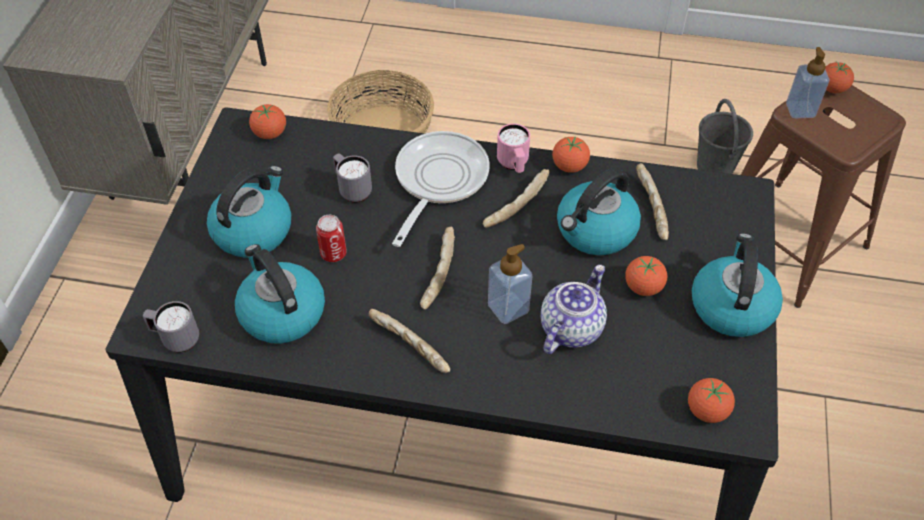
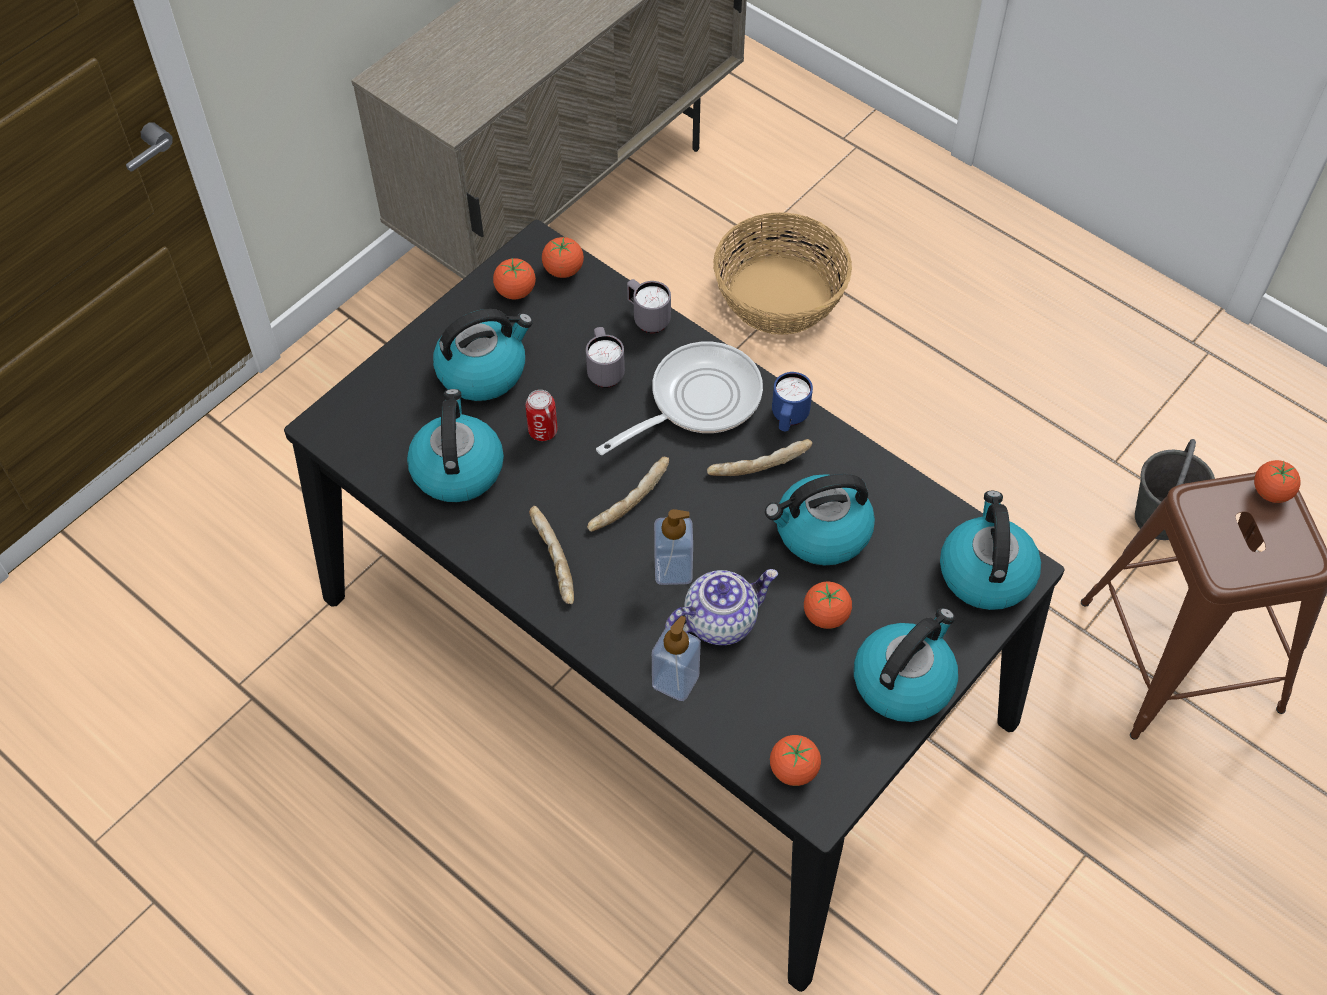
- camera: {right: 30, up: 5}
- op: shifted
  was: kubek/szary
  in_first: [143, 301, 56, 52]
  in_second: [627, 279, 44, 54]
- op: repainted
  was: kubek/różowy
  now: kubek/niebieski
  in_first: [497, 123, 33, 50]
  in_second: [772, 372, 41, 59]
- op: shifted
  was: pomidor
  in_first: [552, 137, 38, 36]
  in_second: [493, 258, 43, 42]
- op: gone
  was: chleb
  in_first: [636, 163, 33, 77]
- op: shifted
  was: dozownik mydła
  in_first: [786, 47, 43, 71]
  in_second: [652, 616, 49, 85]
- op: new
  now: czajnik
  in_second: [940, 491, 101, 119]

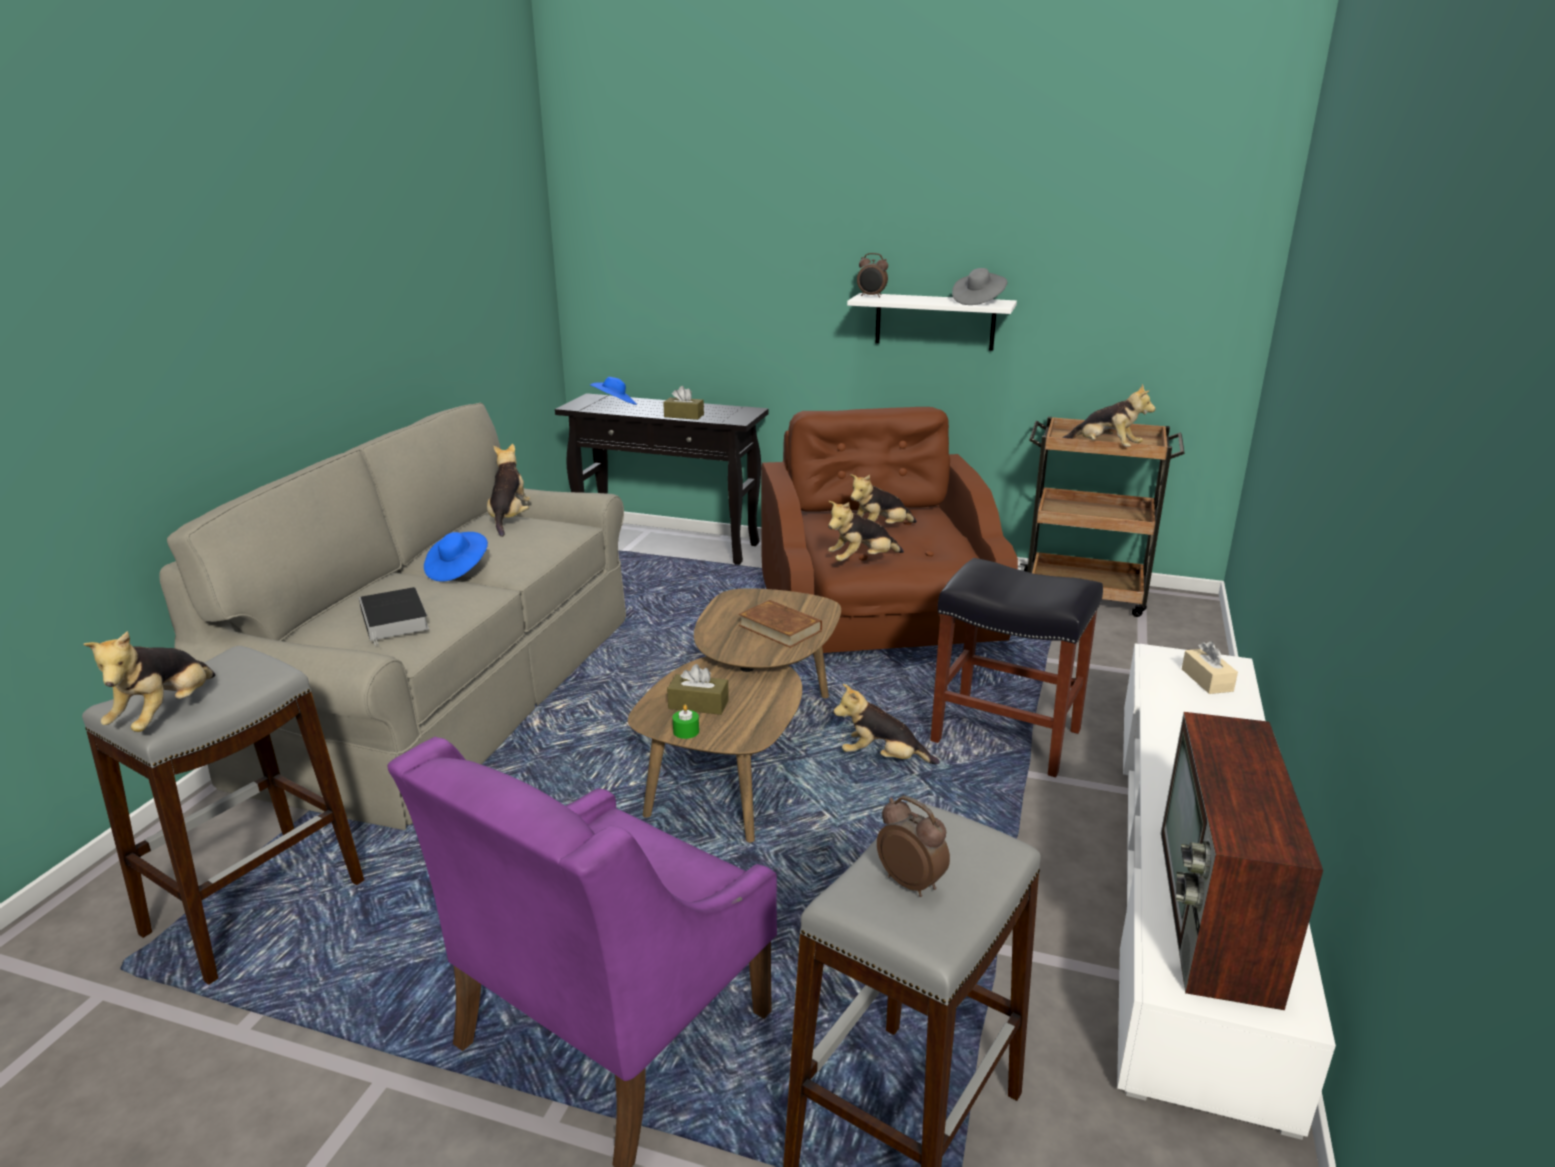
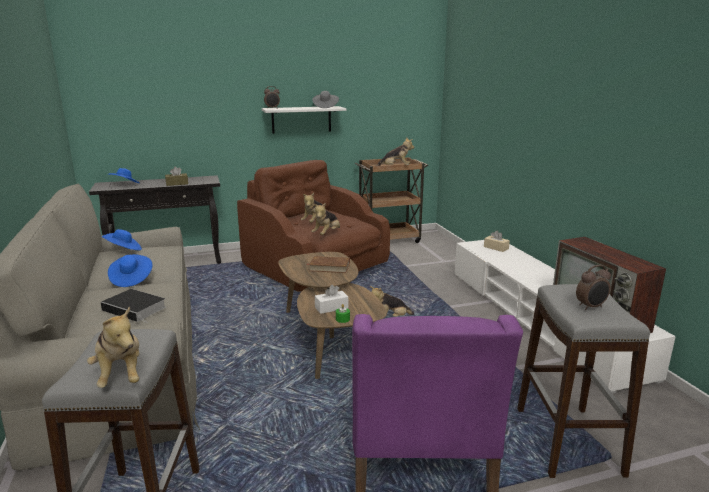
- camera: {right: -35, up: -5}
- op: swapped
  was: pluszak
  now: kapelusz/niebieski
  in_first: [487, 444, 44, 93]
  in_second: [102, 229, 40, 21]
- op: repainted
  was: pudełko chusteczek/brązowy
  now: pudełko chusteczek/biały
  in_first: [667, 664, 62, 51]
  in_second: [315, 285, 33, 29]
- op: rotated
  was: budzik
  in_first: [877, 796, 73, 101]
  in_second: [576, 265, 35, 45]
  clockwise: 150
- op: gone
  was: stołek/czarny
  in_first: [930, 558, 173, 219]

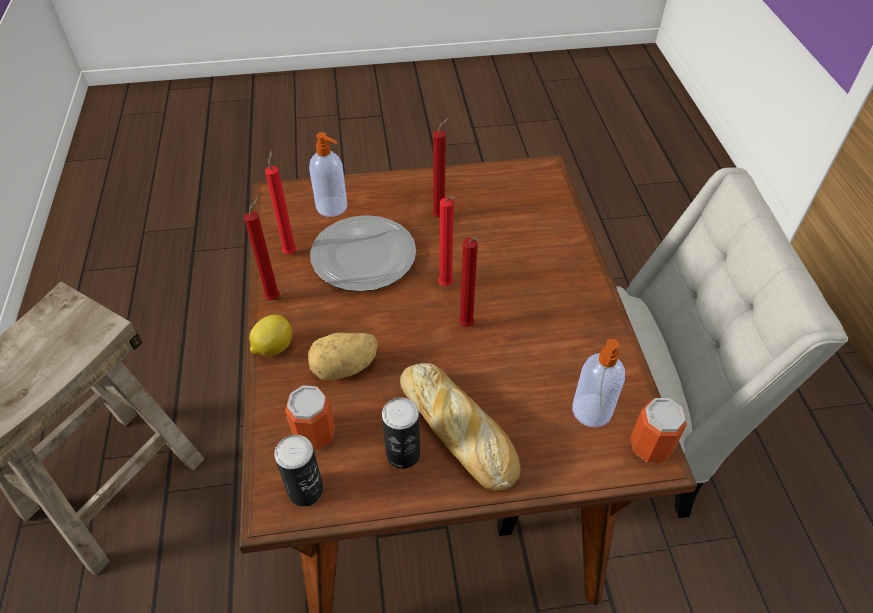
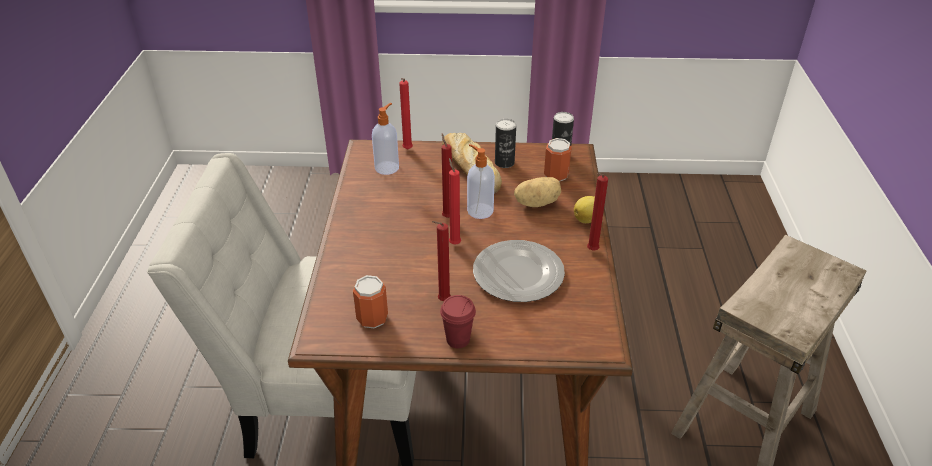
- camera: {right: -170, up: -10}
- op: shifted
  was: świeca/czerwony
  in_first: [265, 150, 32, 104]
  in_second: [399, 78, 14, 71]
- op: shifted
  was: dozownik mydła
  in_first: [309, 132, 38, 85]
  in_second: [467, 144, 28, 75]
- op: shifted
  was: puszka
  in_first: [630, 398, 57, 64]
  in_second: [353, 275, 35, 54]
- op: new
  now: filiżanka/czerwony
  in_second: [440, 295, 36, 53]

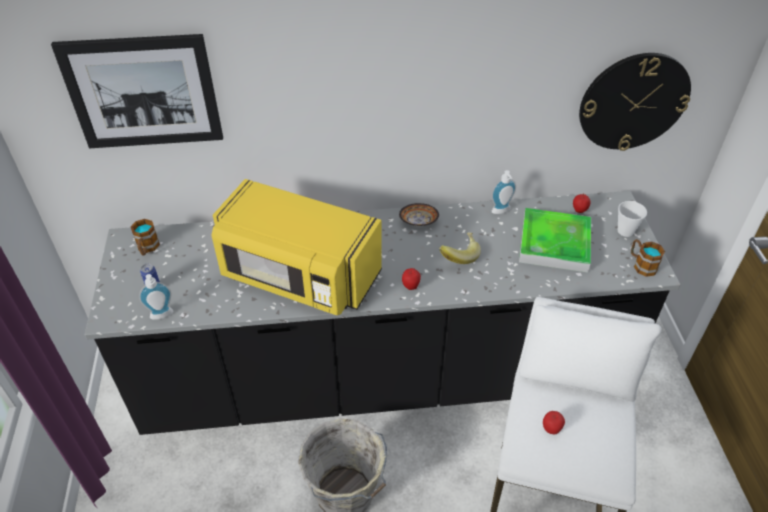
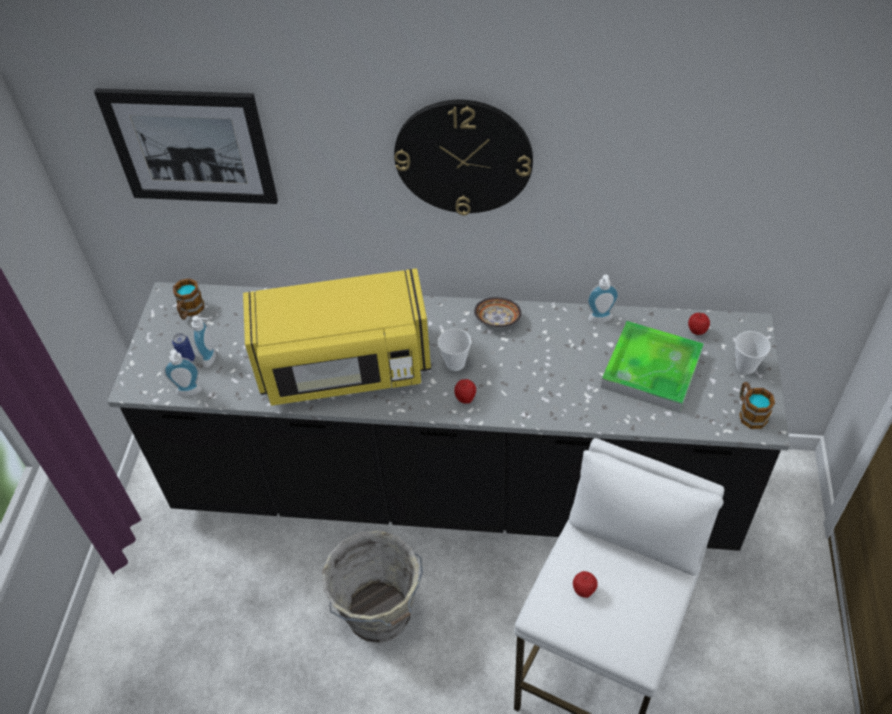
- camera: {right: 15, up: 5}
- op: rotated
  was: mikrofalówka/żółty
  in_first: [211, 179, 171, 136]
  in_second: [243, 268, 188, 138]
  clockwise: -45
- op: gone
  was: banan
  in_first: [439, 232, 42, 32]
- op: shifted
  was: zegar ścienny
  in_first: [579, 53, 112, 98]
  in_second: [394, 100, 139, 115]
- op: new
  now: dozownik mydła
  in_second: [191, 316, 25, 52]
- op: new
  now: filiżanka
  in_second: [437, 329, 34, 42]

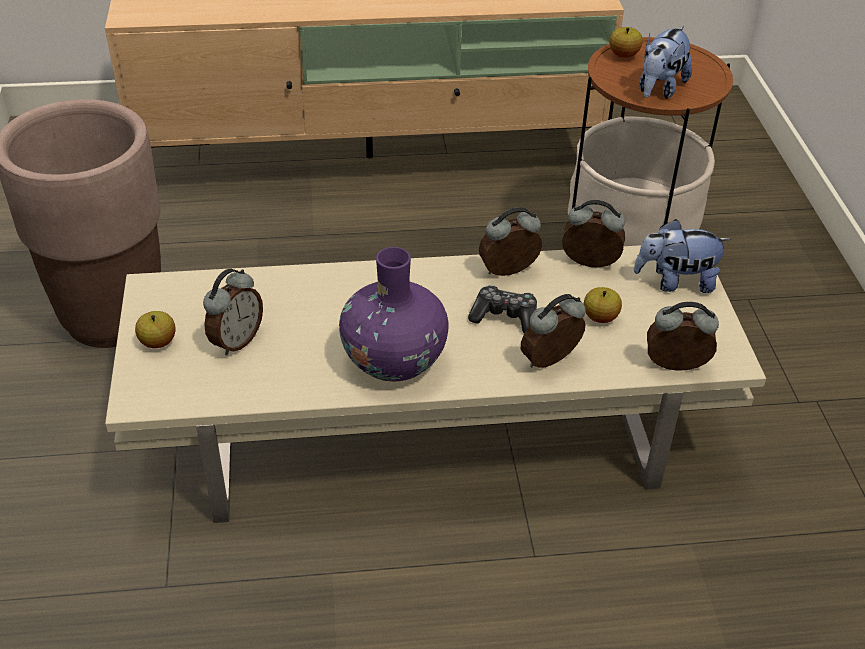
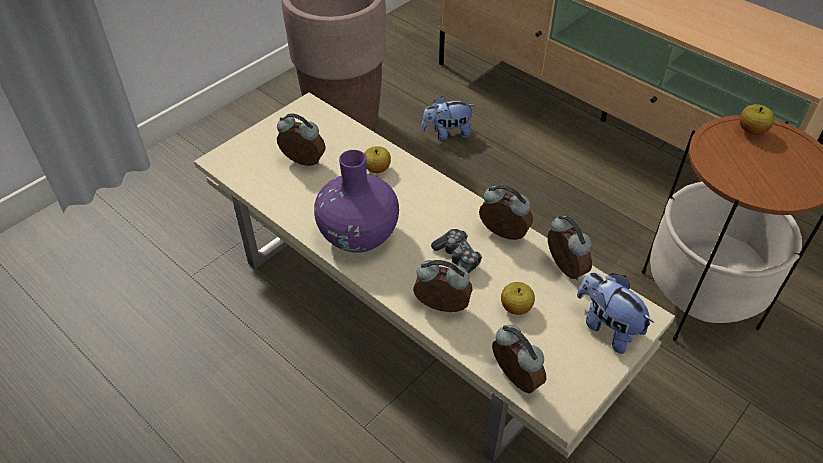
- camera: {right: 50, up: 5}
- op: shifted
  was: jabłko
  in_first: [135, 311, 41, 37]
  in_second: [364, 146, 27, 27]
- op: rotated
  was: budzik
  in_first: [203, 269, 60, 86]
  in_second: [277, 113, 48, 53]
  clockwise: -150
- op: shifted
  was: pluszak
  in_first: [640, 26, 52, 73]
  in_second: [421, 96, 54, 44]

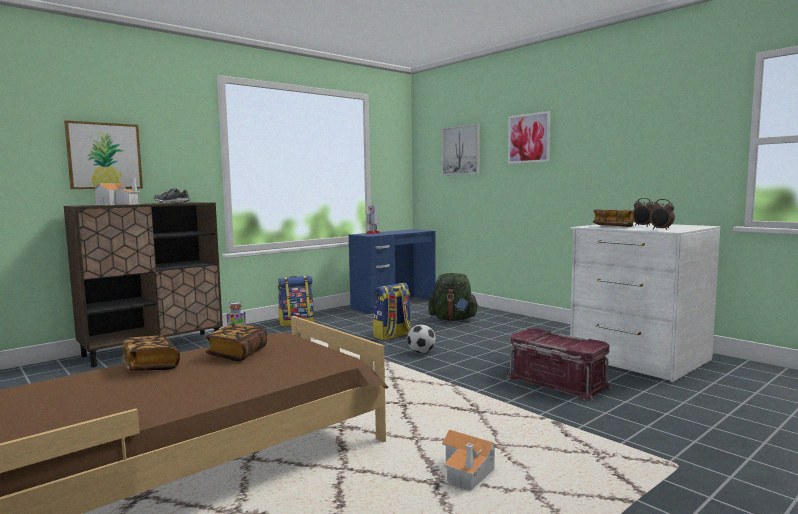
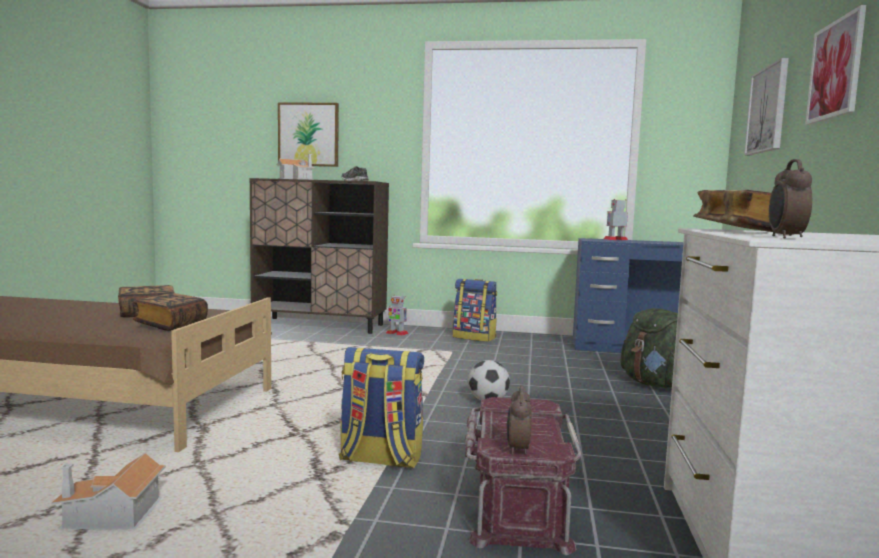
- camera: {right: 50, up: 0}
- op: shifted
  was: książka
  in_first: [122, 336, 58, 35]
  in_second: [133, 293, 75, 38]
- op: shifted
  was: plecak
  in_first: [373, 283, 38, 57]
  in_second: [339, 347, 85, 121]
- op: shifted
  was: budzik
  in_first: [633, 198, 20, 29]
  in_second: [507, 385, 25, 70]

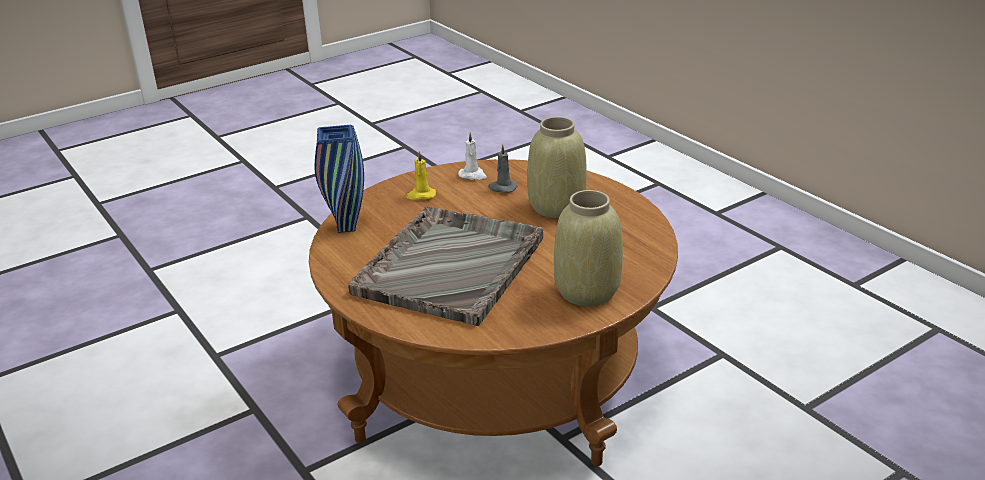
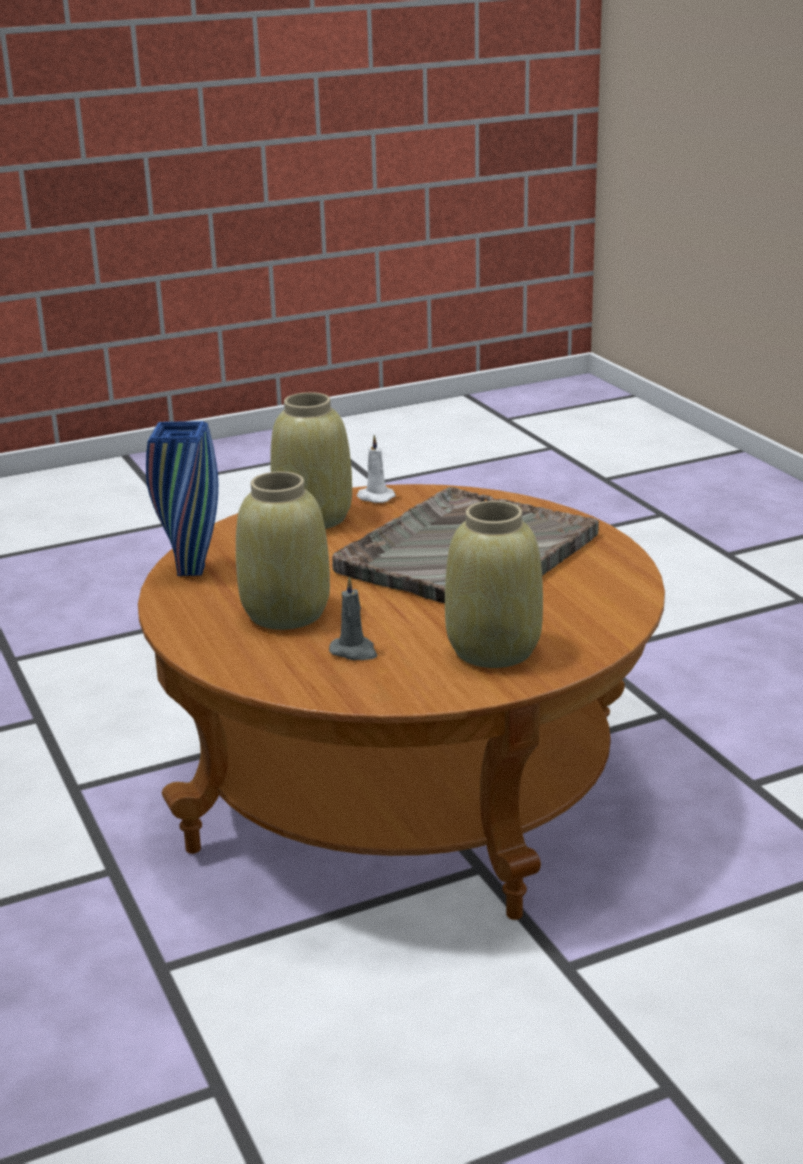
- camera: {right: -170, up: -5}
- op: shifted
  was: wazon/niebieski
  in_first: [315, 125, 49, 108]
  in_second: [146, 421, 72, 155]
- op: swapped
  was: świeca/żółty
  now: wazon/beżowy
  in_first: [406, 151, 30, 49]
  in_second: [445, 501, 98, 167]
- op: shifted
  was: świeca/biały
  in_first: [458, 132, 29, 48]
  in_second: [357, 435, 38, 68]

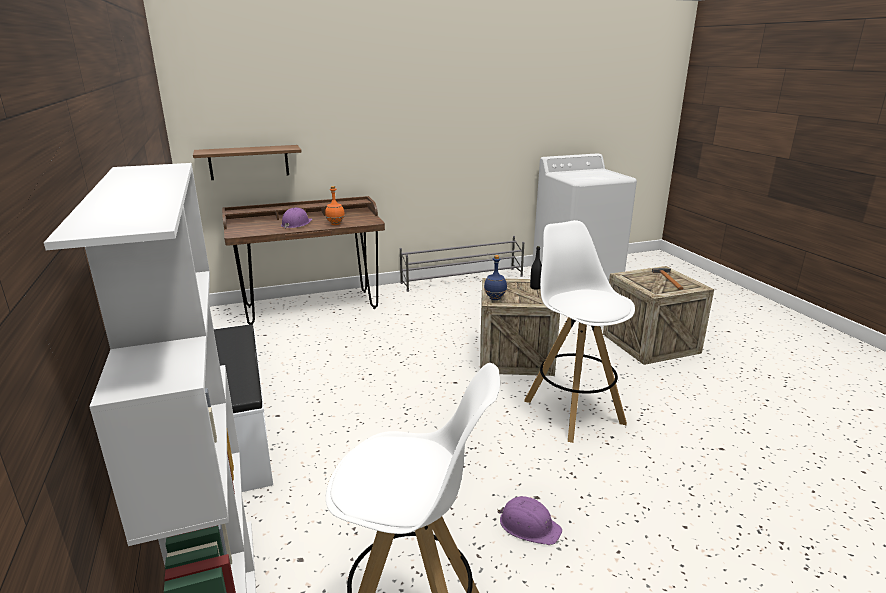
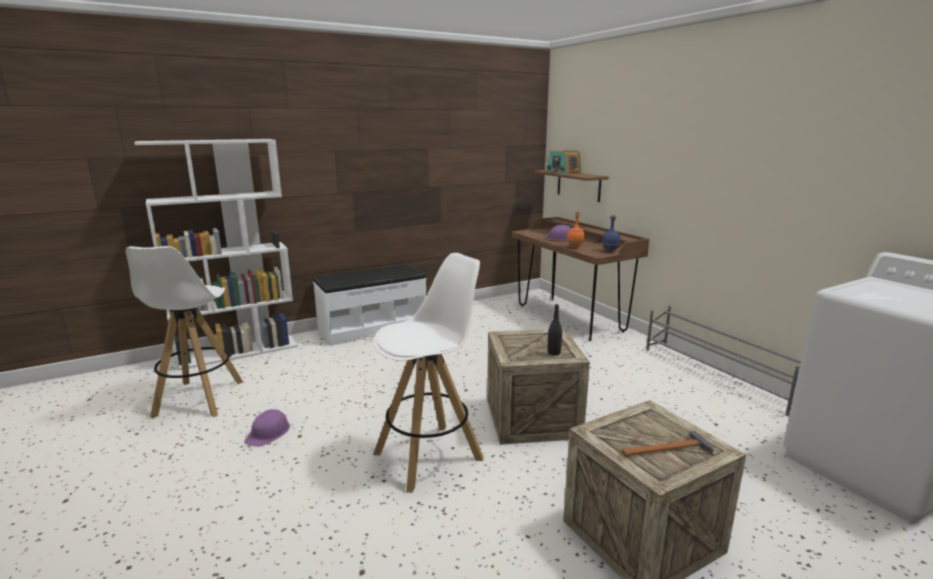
- camera: {right: 80, up: -5}
- op: shifted
  was: butelka/niebieski
  in_first: [484, 255, 23, 45]
  in_second: [602, 215, 18, 37]
- op: new
  now: radio
  in_second: [546, 150, 36, 24]

